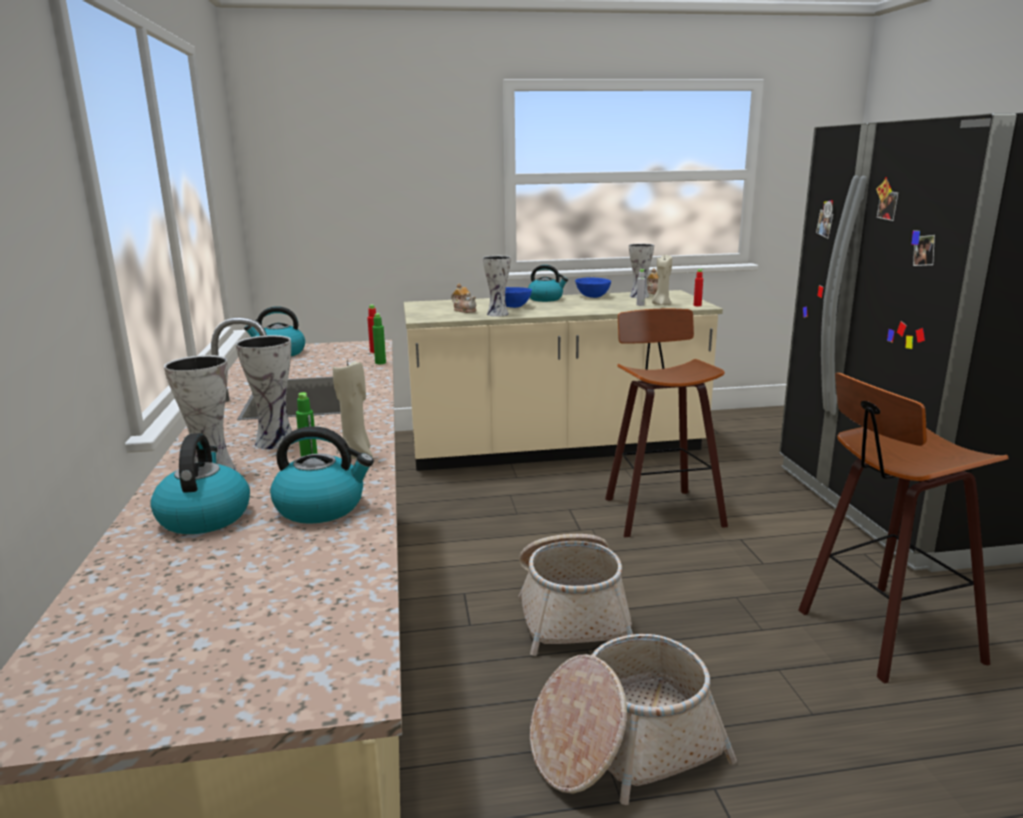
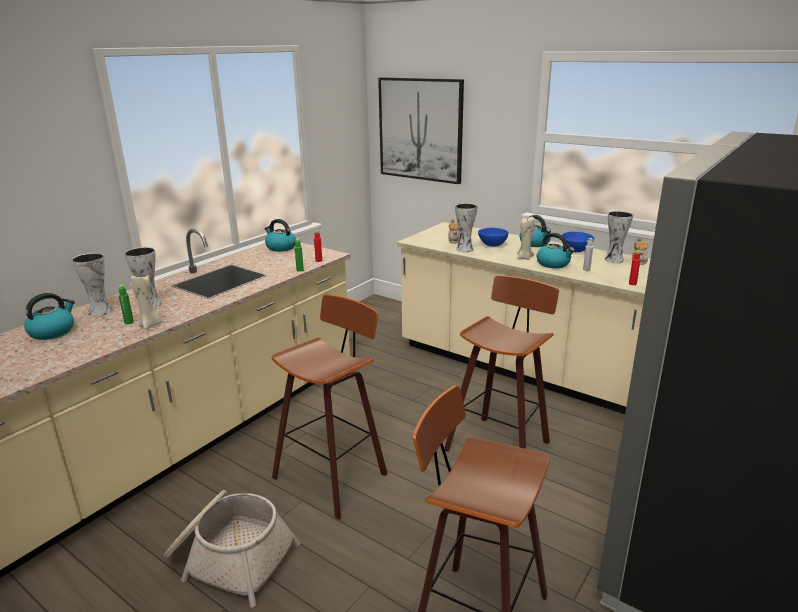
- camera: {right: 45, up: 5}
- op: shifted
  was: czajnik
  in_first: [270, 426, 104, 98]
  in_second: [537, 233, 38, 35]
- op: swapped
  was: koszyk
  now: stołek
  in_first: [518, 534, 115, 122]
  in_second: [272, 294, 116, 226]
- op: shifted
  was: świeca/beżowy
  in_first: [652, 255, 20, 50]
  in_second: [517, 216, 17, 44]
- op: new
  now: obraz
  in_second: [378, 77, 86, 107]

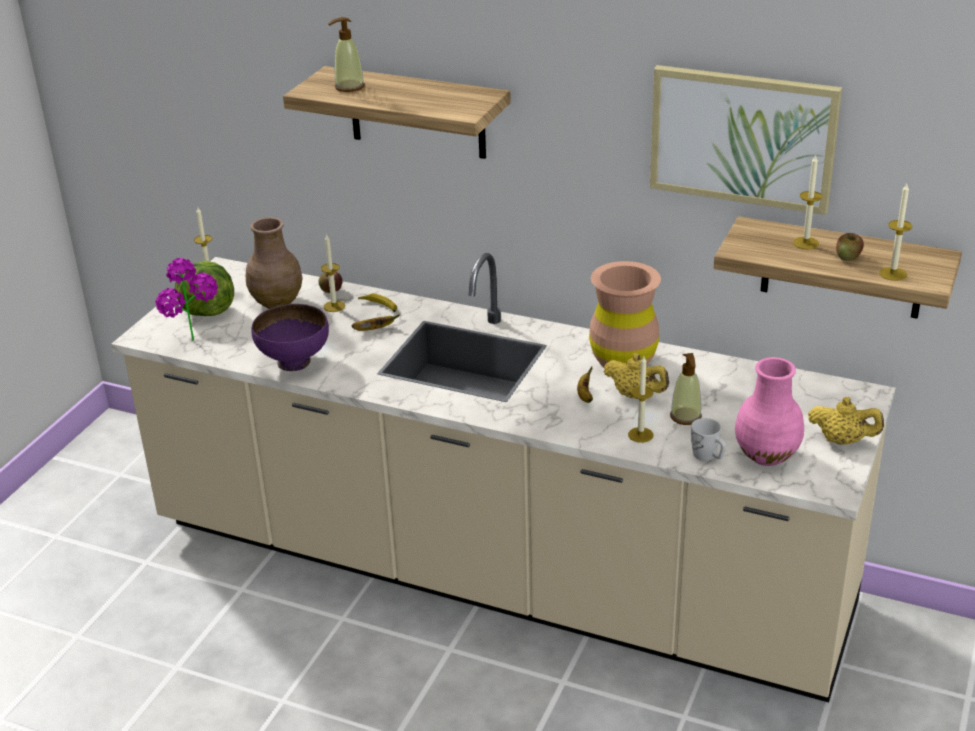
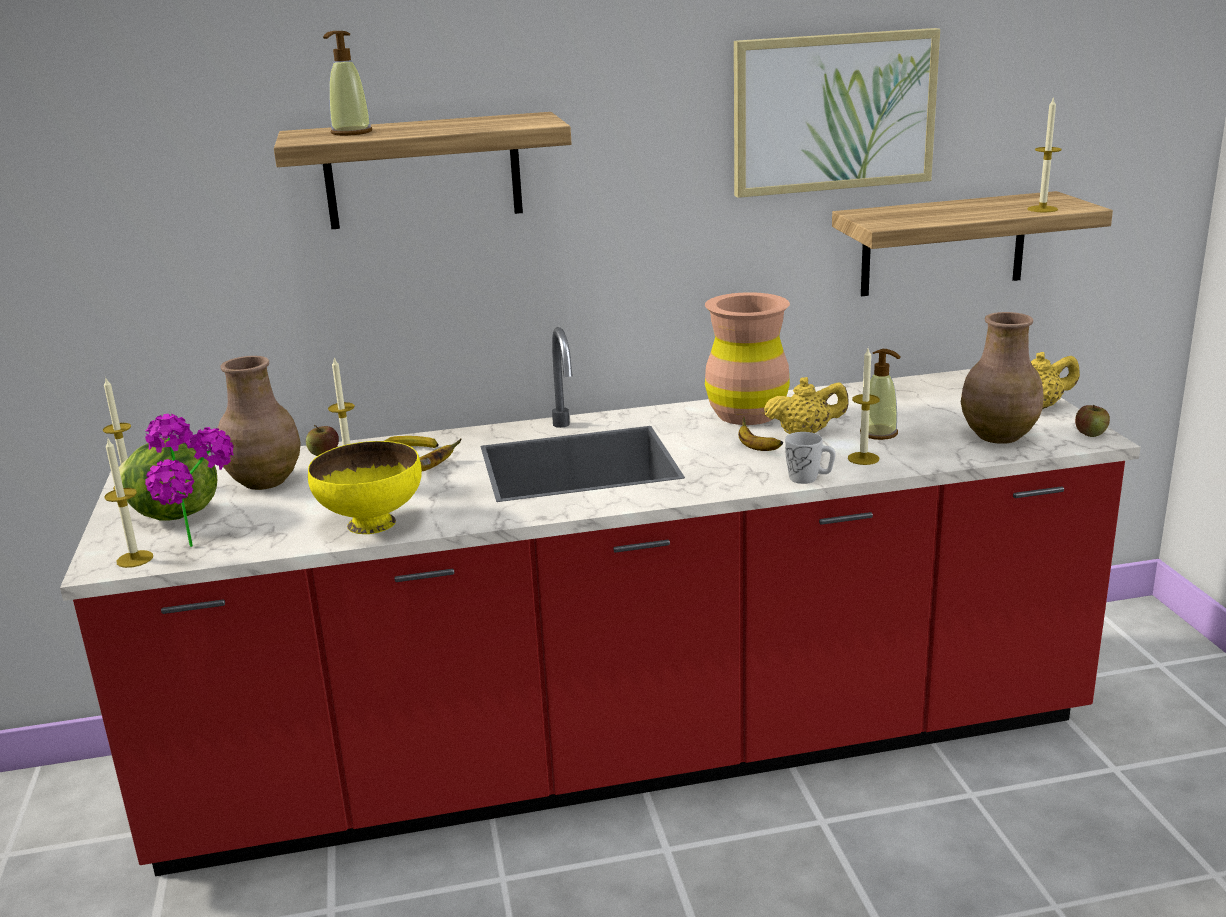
- camera: {right: -35, up: -10}
- op: repainted
  was: zabudowa kuchenna/beżowy
  now: zabudowa kuchenna/czerwony
  in_first: [111, 253, 784, 450]
  in_second: [60, 327, 1081, 549]
- op: repainted
  was: miska/fioletowy
  now: miska/żółty
  in_first: [252, 304, 77, 67]
  in_second: [308, 441, 114, 93]
- op: shifted
  was: kubek/biały
  in_first: [691, 418, 35, 43]
  in_second: [785, 432, 50, 52]
- op: repainted
  was: wazon/różowy
  now: wazon/brązowy
  in_first: [735, 357, 69, 109]
  in_second: [961, 312, 82, 132]
- op: shifted
  was: świeca
  in_first: [793, 154, 29, 95]
  in_second: [104, 437, 49, 131]
- op: shifted
  was: jabłko
  in_first: [836, 233, 28, 28]
  in_second: [1075, 405, 35, 32]

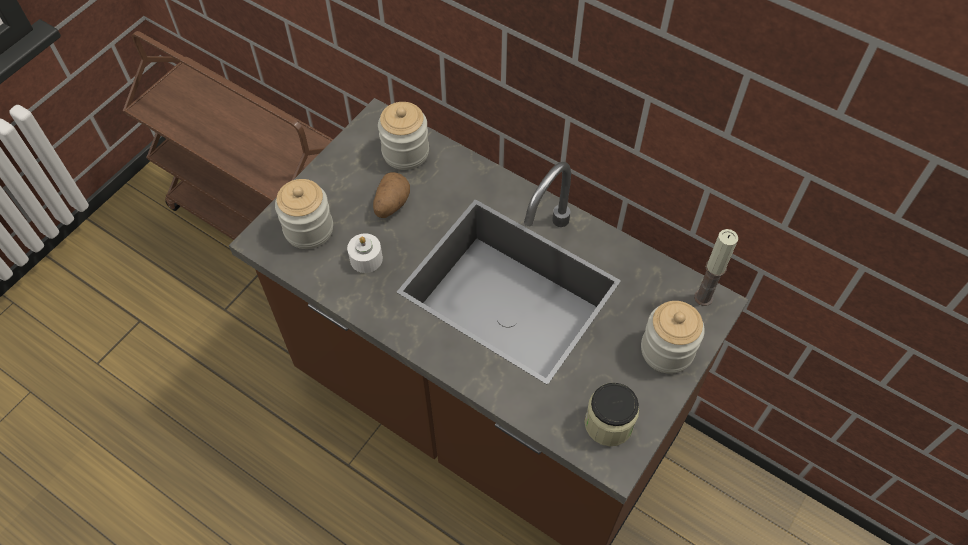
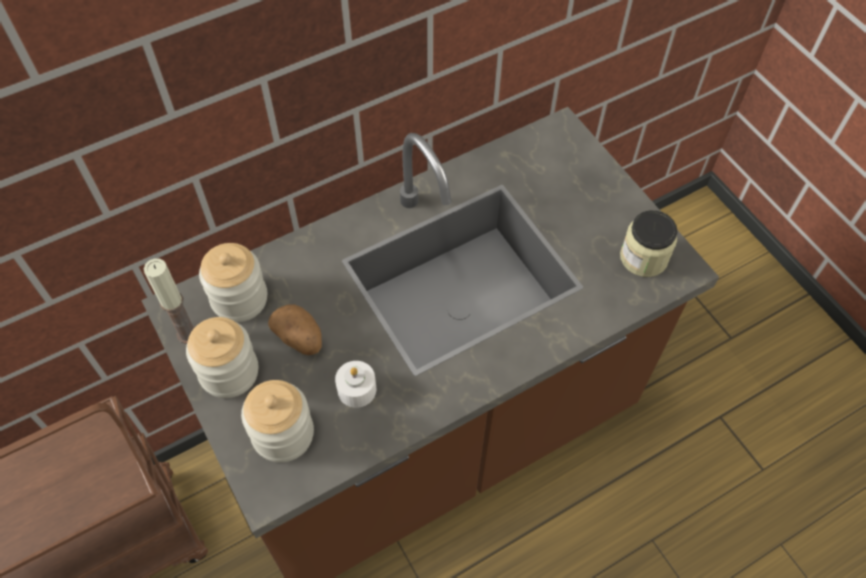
- camera: {right: -65, up: 0}
- op: shifted
  was: słoik
  in_first: [641, 301, 64, 73]
  in_second: [186, 317, 72, 81]
- op: shifted
  was: świeca
  in_first: [694, 229, 44, 77]
  in_second: [144, 258, 52, 86]

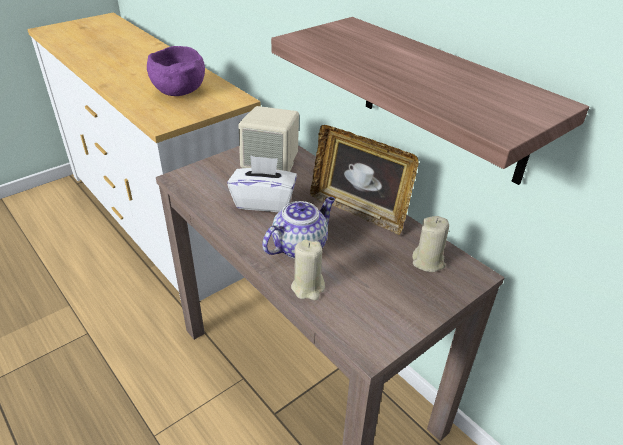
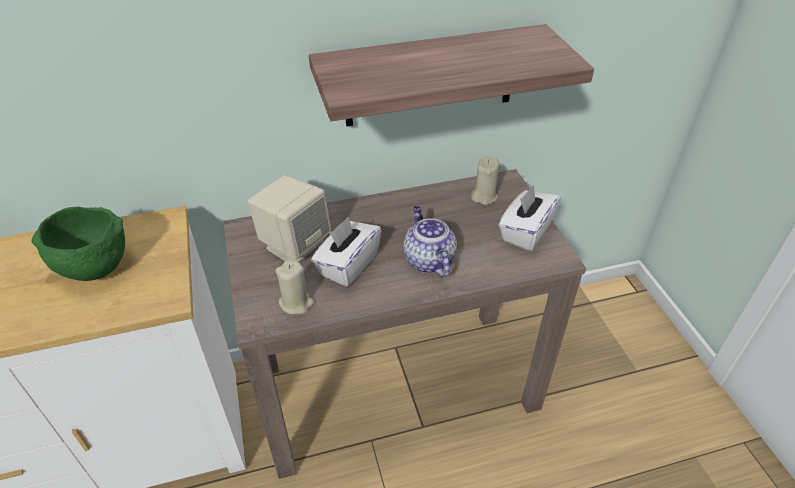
- camera: {right: -65, up: 5}
- op: repainted
  was: miska/fioletowy
  now: miska/zielony
  in_first: [147, 46, 58, 50]
  in_second: [31, 206, 94, 75]
- op: shifted
  was: świeca/beżowy
  in_first: [291, 240, 34, 60]
  in_second: [276, 261, 38, 53]
- op: gone
  was: ramka na zdjęcie
  in_first: [310, 125, 108, 110]
- op: new
  now: pudełko chusteczek/biały
  in_second: [499, 185, 62, 66]

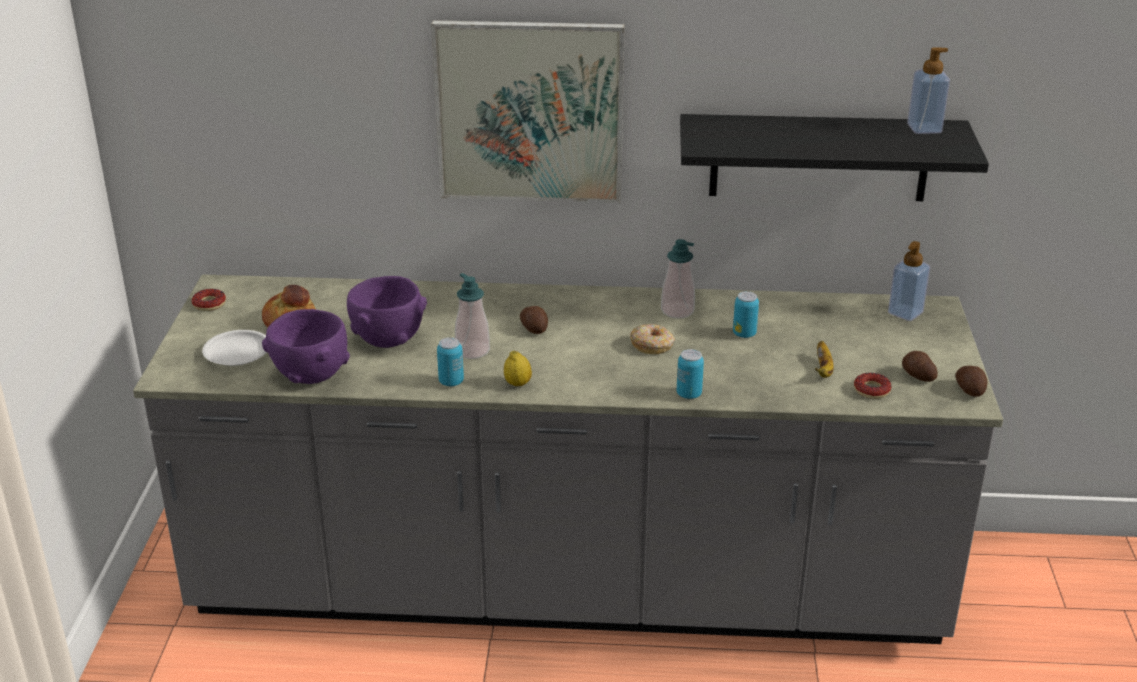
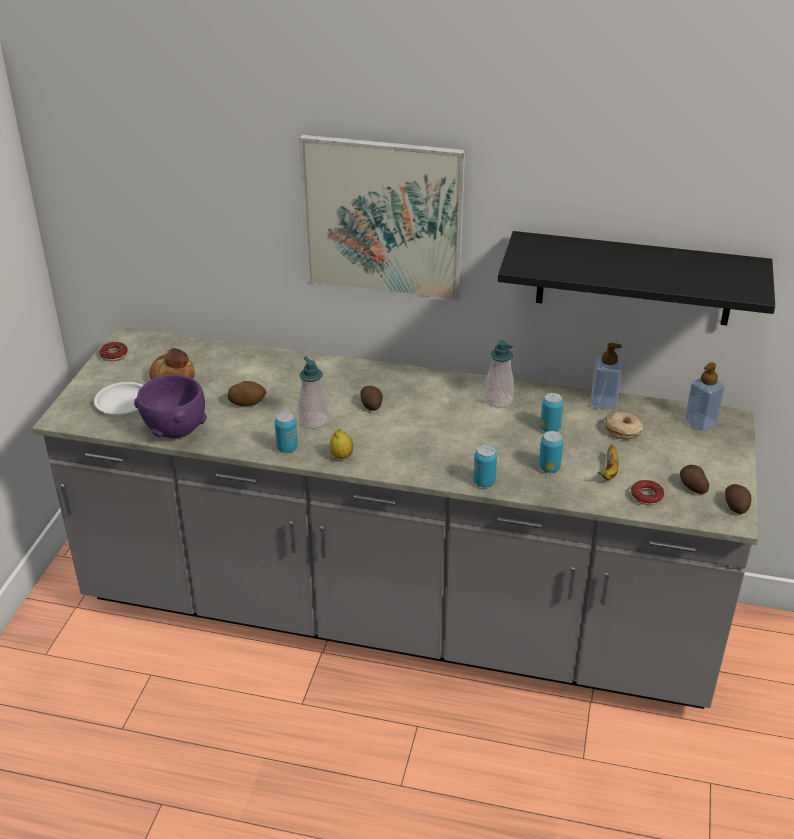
- camera: {right: 10, up: 5}
- op: swapped
  was: miska/fioletowy
  now: ziemniak
  in_first: [347, 276, 80, 72]
  in_second: [228, 381, 38, 25]
- op: shifted
  was: donut
  in_first: [630, 324, 45, 30]
  in_second: [605, 411, 39, 29]
- op: shifted
  was: dozownik mydła
  in_first: [907, 47, 43, 87]
  in_second: [591, 343, 31, 66]
- op: new
  now: puszka
  in_second: [539, 431, 24, 42]

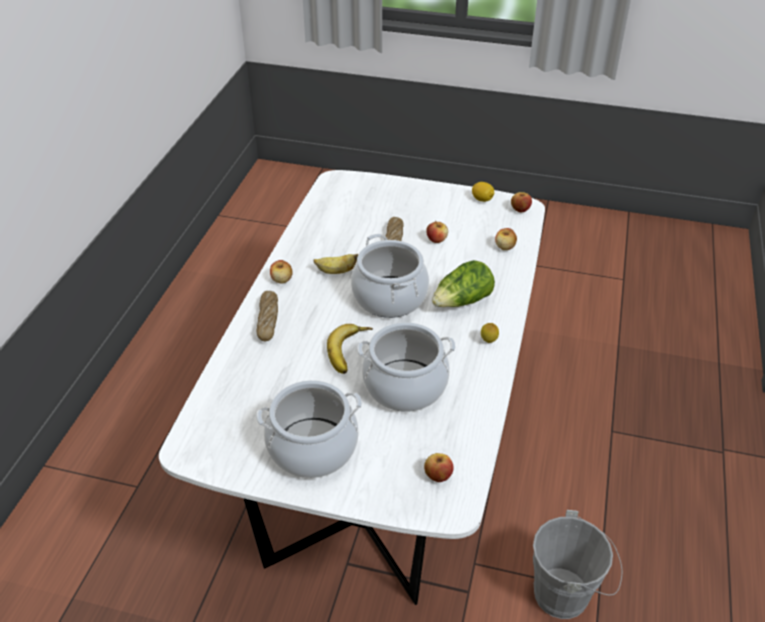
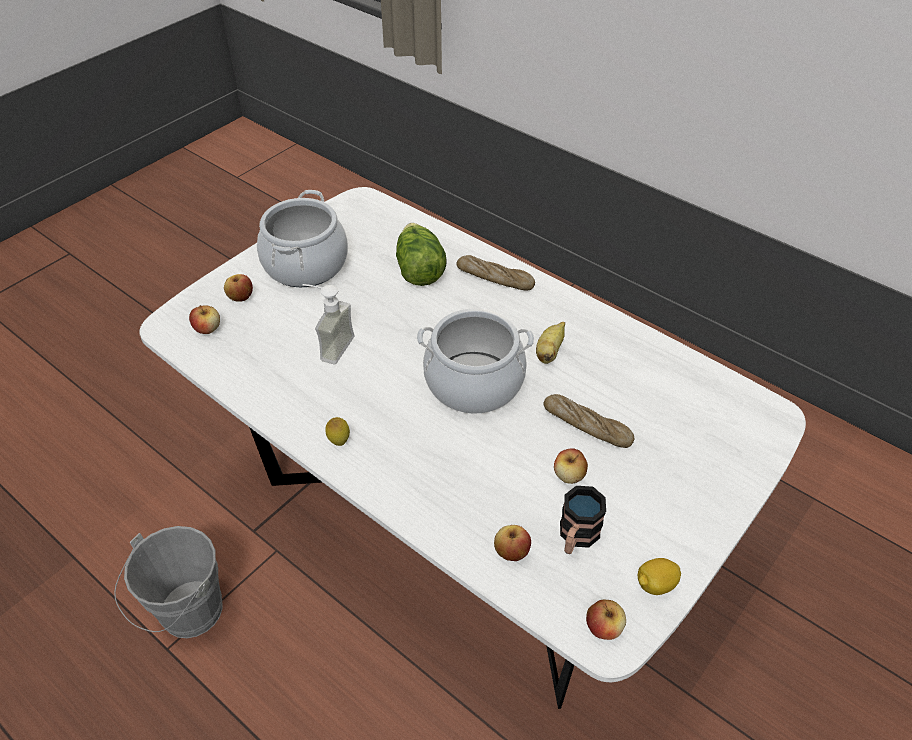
- camera: {right: 115, up: 5}
- op: shifted
  was: jabłko
  in_first: [270, 260, 23, 24]
  in_second: [224, 274, 29, 28]
- op: gone
  was: banan
  in_first: [327, 324, 46, 50]
- op: swapped
  was: garnek
  now: dozownik mydła
  in_first: [357, 322, 98, 90]
  in_second: [303, 284, 51, 80]
- op: shifted
  was: sałata
  in_first: [432, 260, 63, 47]
  in_second: [396, 223, 51, 63]
- op: new
  now: kubek
  in_second: [560, 486, 46, 68]

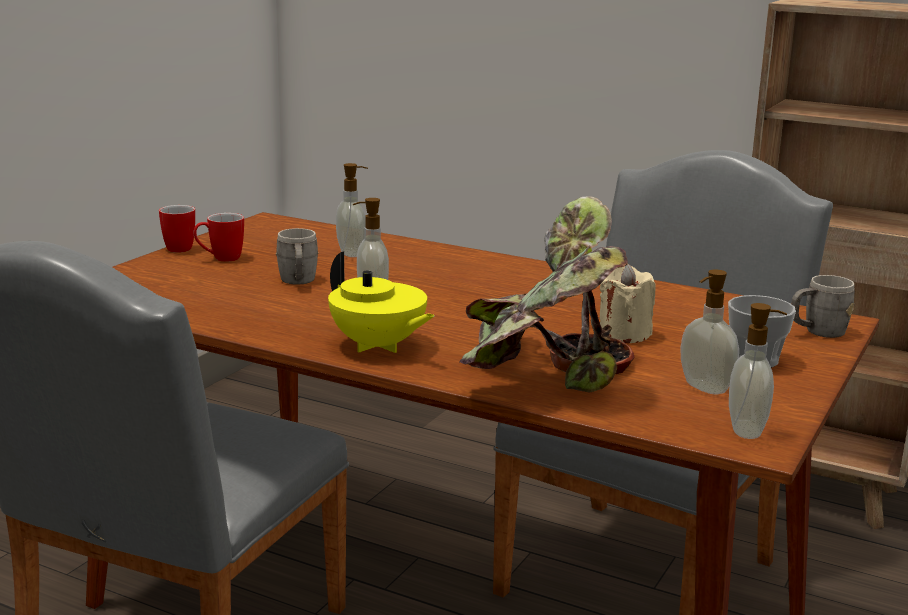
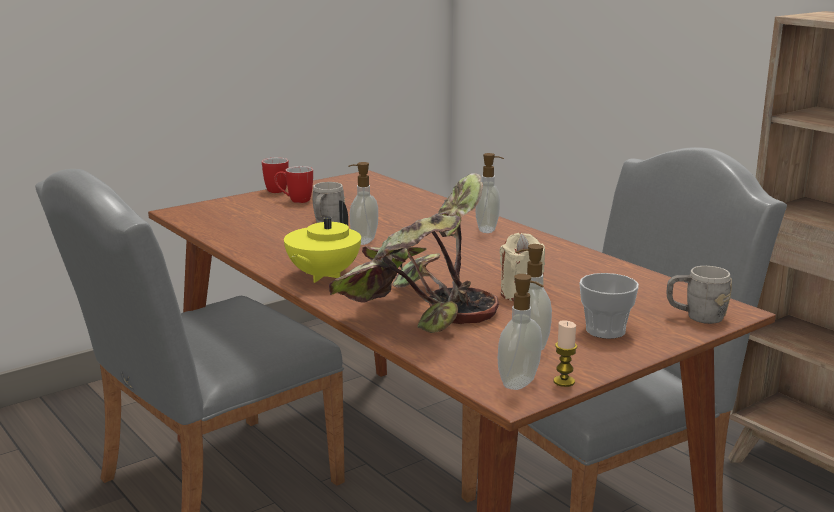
- camera: {right: 25, up: 0}
- op: rotated
  was: imbryk/żółty
  in_first: [328, 252, 107, 101]
  in_second: [284, 200, 77, 83]
  clockwise: 45
- op: shifted
  was: dozownik mydła
  in_first: [336, 163, 32, 94]
  in_second: [475, 153, 29, 80]
- op: new
  now: świeca
  in_second: [553, 320, 24, 67]

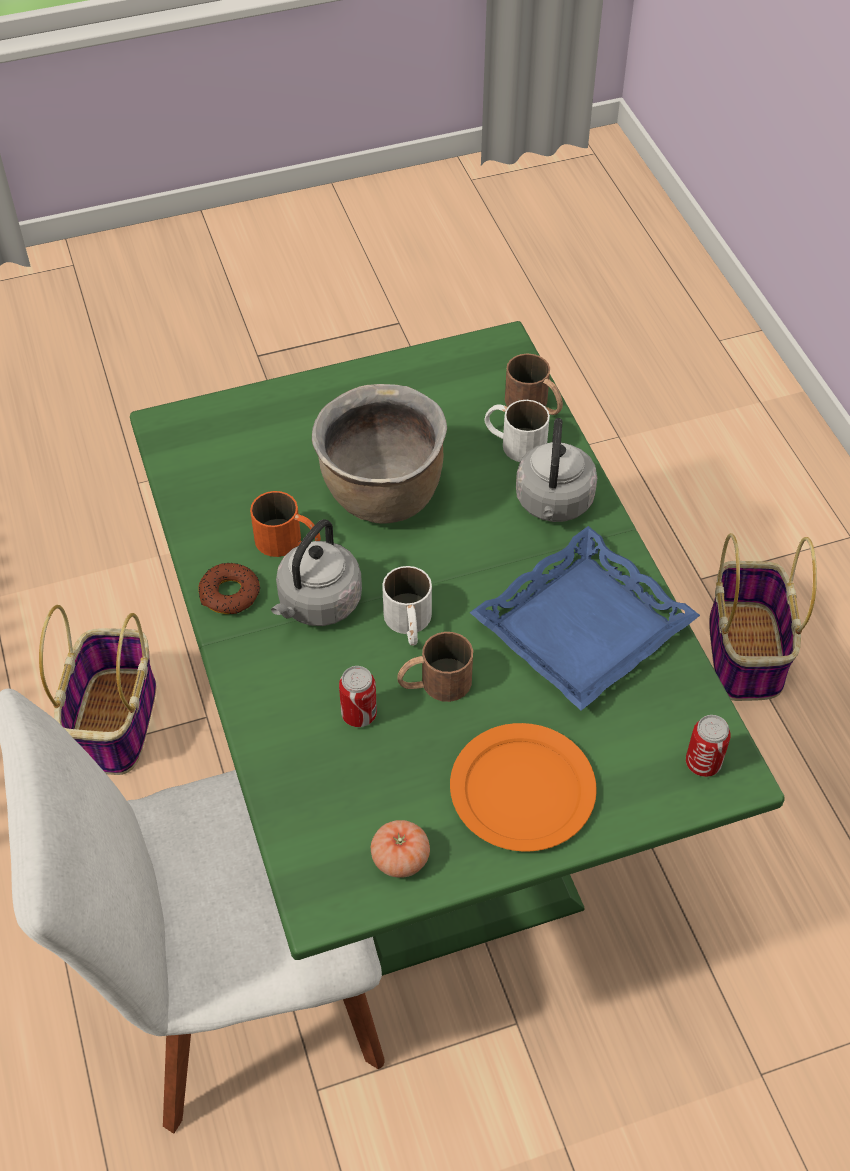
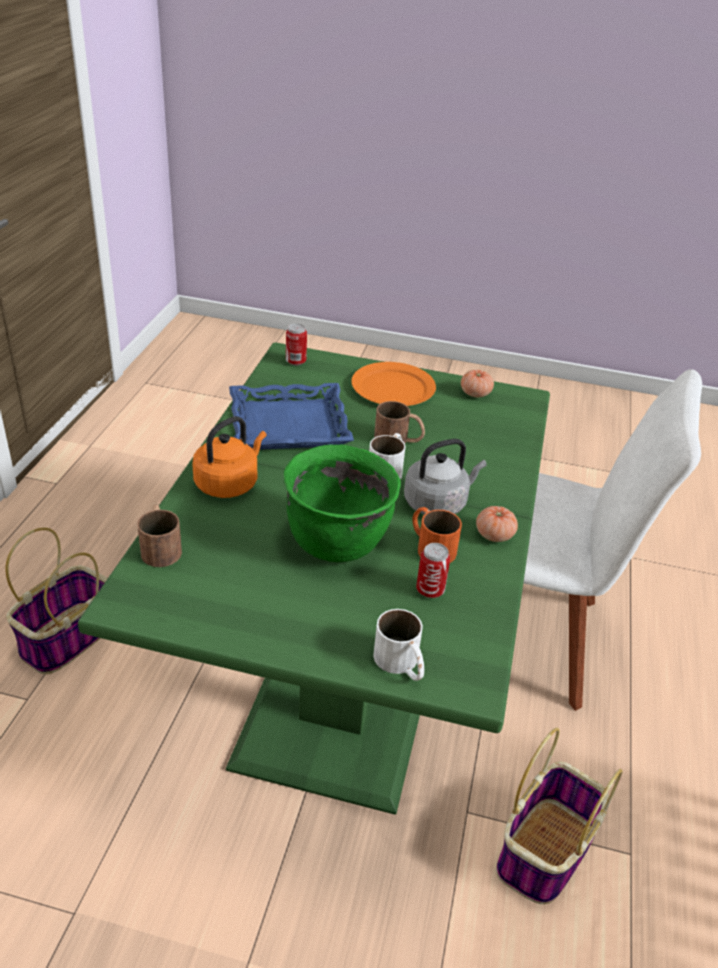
- camera: {right: -150, up: -15}
- op: swapped
  was: donut
  now: pomidor
  in_first: [198, 563, 62, 51]
  in_second: [476, 506, 42, 36]
- op: repainted
  was: garnek/brązowy
  now: garnek/zielony
  in_first: [312, 384, 135, 140]
  in_second: [284, 444, 117, 118]
- op: shifted
  was: puszka
  in_first: [339, 666, 38, 61]
  in_second: [416, 543, 34, 55]
- op: shifted
  was: kubek/biały
  in_first: [485, 400, 65, 62]
  in_second: [373, 609, 51, 72]
- op: repainted
  was: czajnik/szary
  now: czajnik/pomarańczowy
  in_first: [516, 418, 81, 104]
  in_second: [192, 416, 74, 82]

